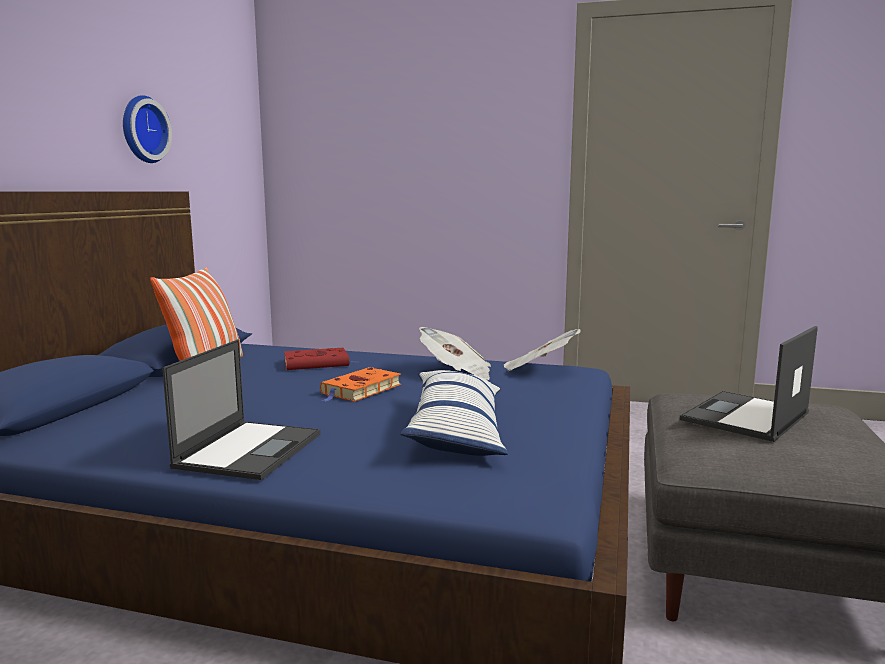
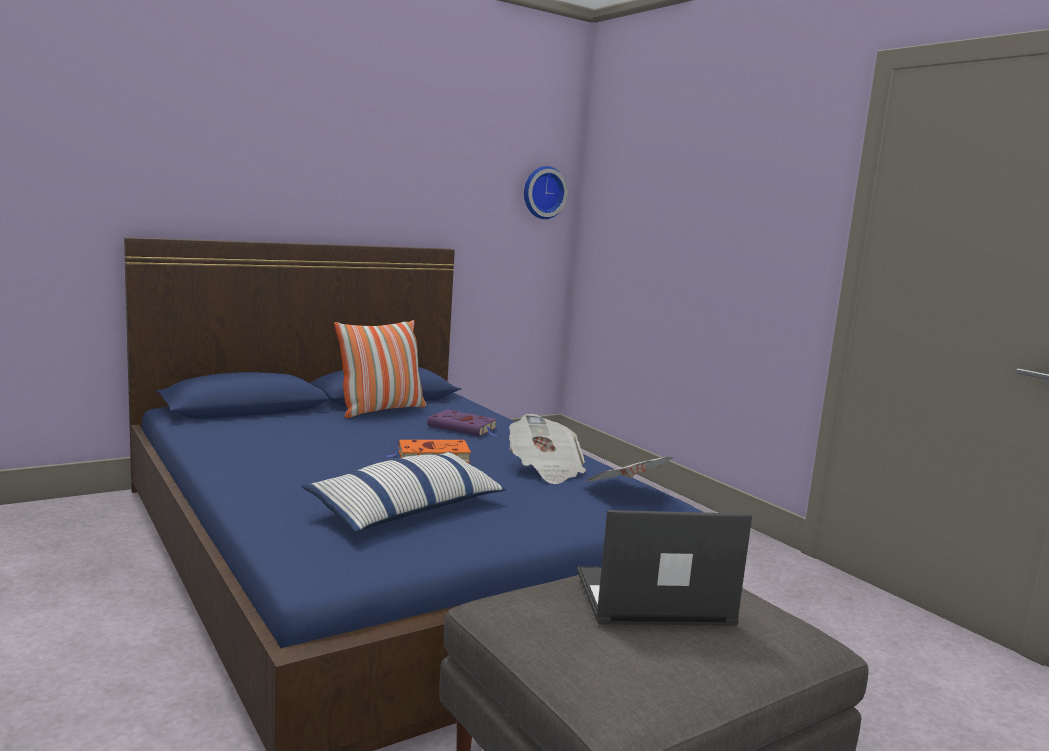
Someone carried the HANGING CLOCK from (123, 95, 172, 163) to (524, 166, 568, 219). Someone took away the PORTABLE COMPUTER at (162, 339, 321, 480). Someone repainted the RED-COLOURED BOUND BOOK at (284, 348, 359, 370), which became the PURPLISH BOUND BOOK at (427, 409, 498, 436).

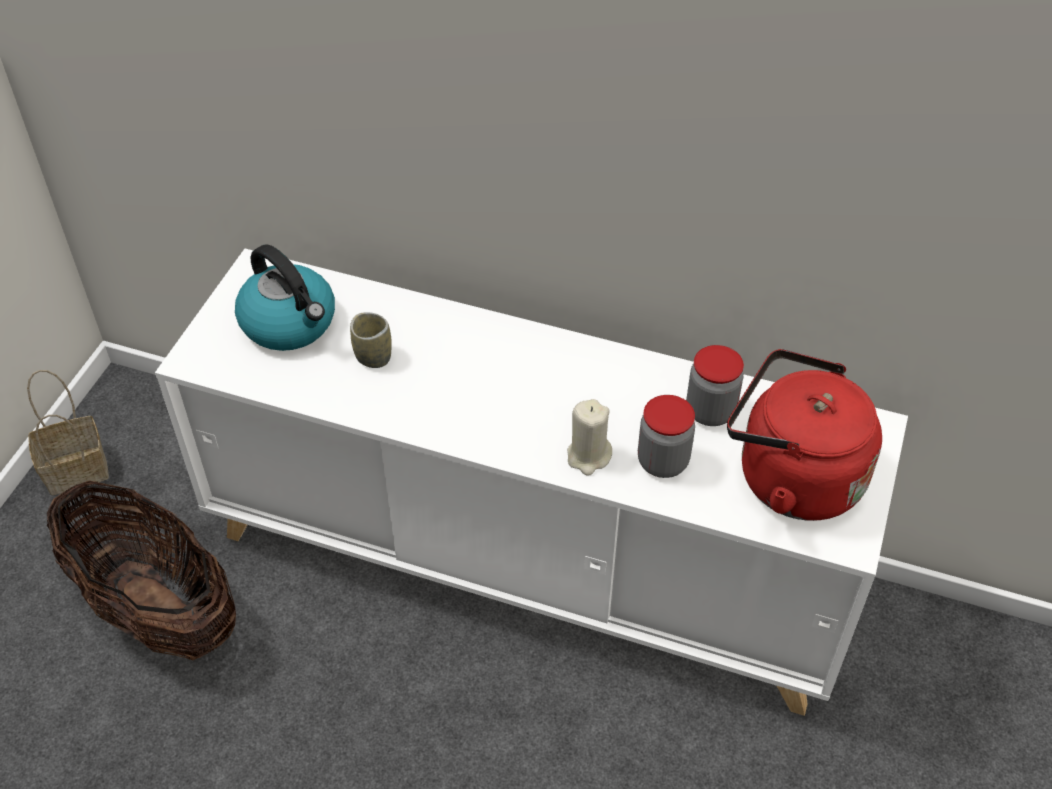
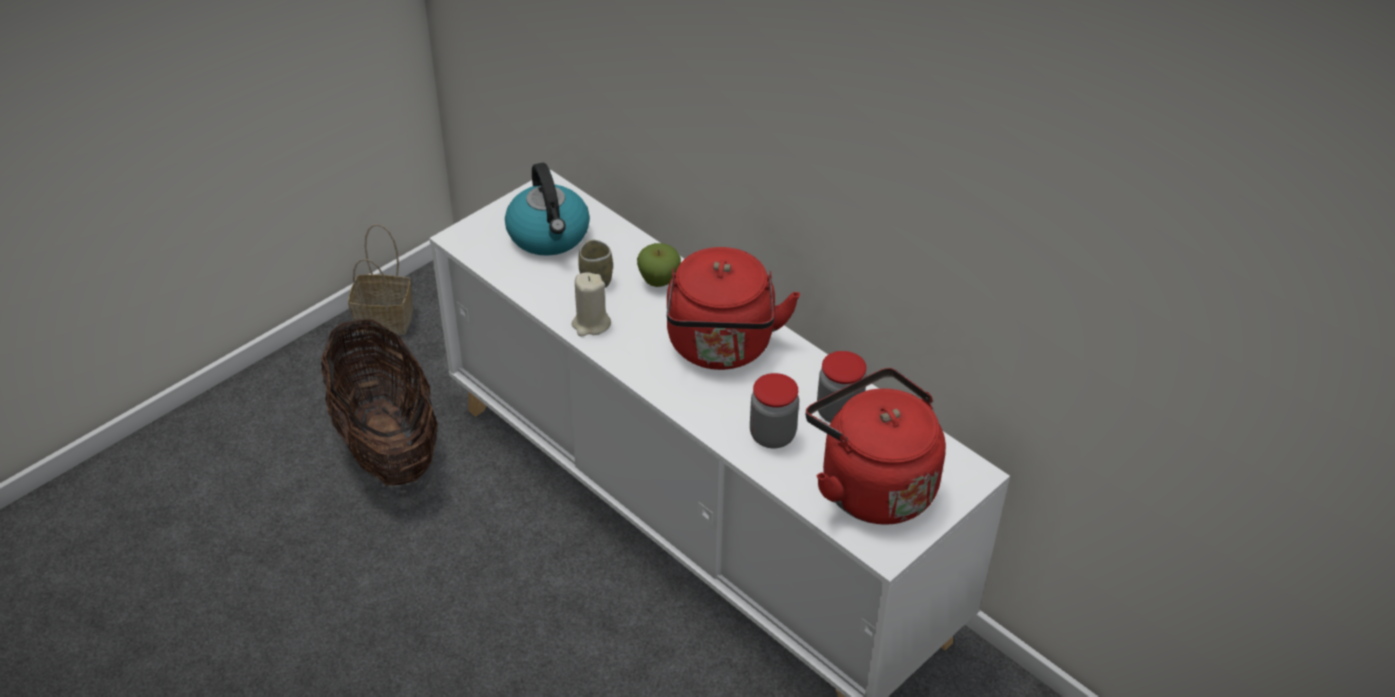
Someone carried the SAND-COLOURED WAX LIGHT from (567, 399, 612, 476) to (571, 272, 611, 337). Someone put down the APPLE at (637, 243, 681, 287). Someone put down the RED-COLOURED WATER KETTLE at (667, 247, 800, 370).

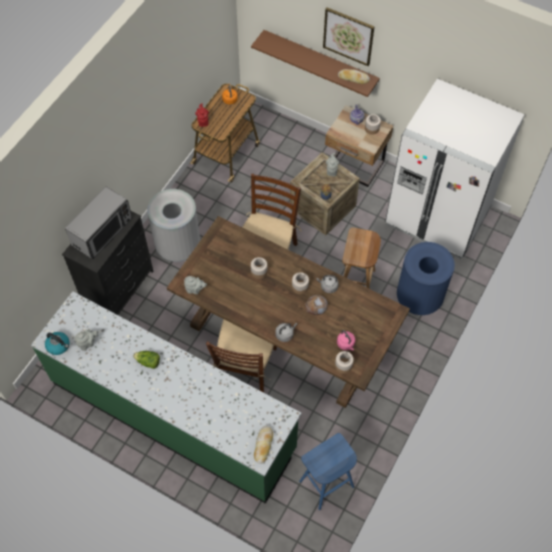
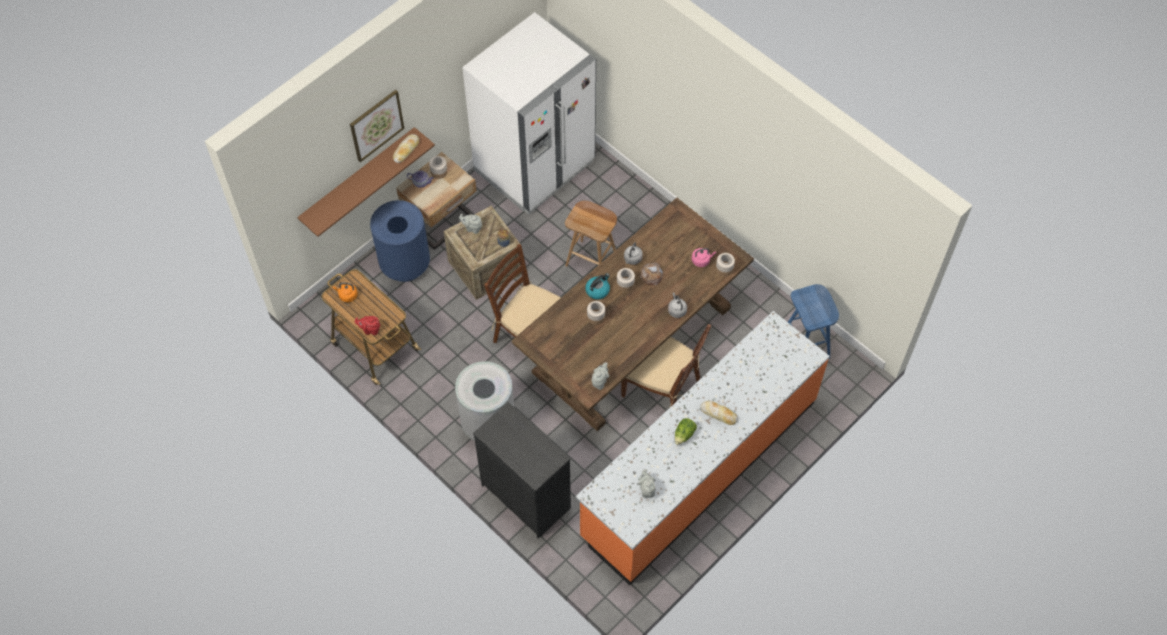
Someone took away the MICROWAVE OVEN at (65, 186, 132, 259). Someone carried the BLUE RUBBISH BIN from (397, 242, 455, 315) to (370, 200, 430, 282). Someone repainted the GREEN-COLOURED KITCHEN COUNTER at (31, 291, 301, 504), which became the ORANGEY KITCHEN COUNTER at (576, 311, 830, 585). Someone carried the WATER KETTLE from (45, 332, 70, 355) to (585, 273, 610, 300). Someone carried the BREAD from (254, 426, 273, 464) to (700, 401, 738, 425).

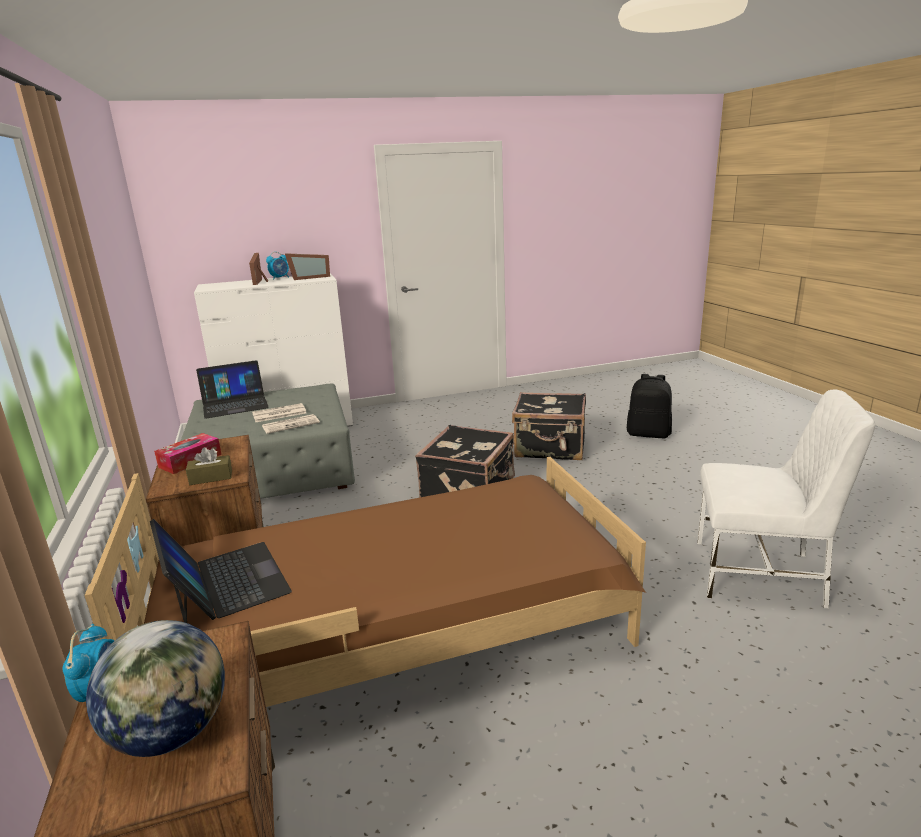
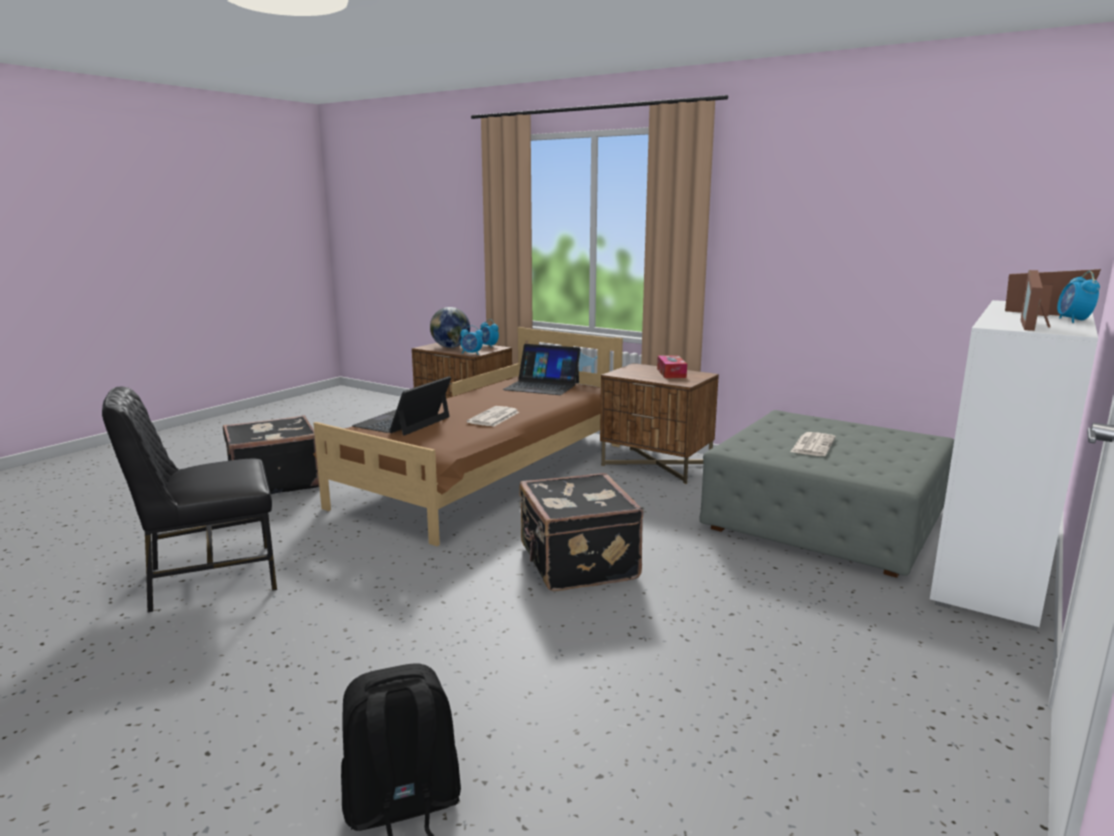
Someone carried the PORTABLE COMPUTER from (196, 360, 269, 419) to (352, 376, 451, 436). Someone repainted the WHITE-COLOURED PLAIN CHAIR at (697, 390, 875, 609), which became the BLACKISH PLAIN CHAIR at (102, 387, 277, 613). Someone carried the BLACKISH TRAVEL CASE from (512, 392, 586, 460) to (223, 415, 319, 494). Someone carried the DAILY PAPER from (262, 414, 320, 434) to (467, 406, 519, 427). Someone took away the BROWNISH TISSUE BOX at (186, 447, 232, 485). Someone put down the ALARM CLOCK at (461, 325, 483, 355).

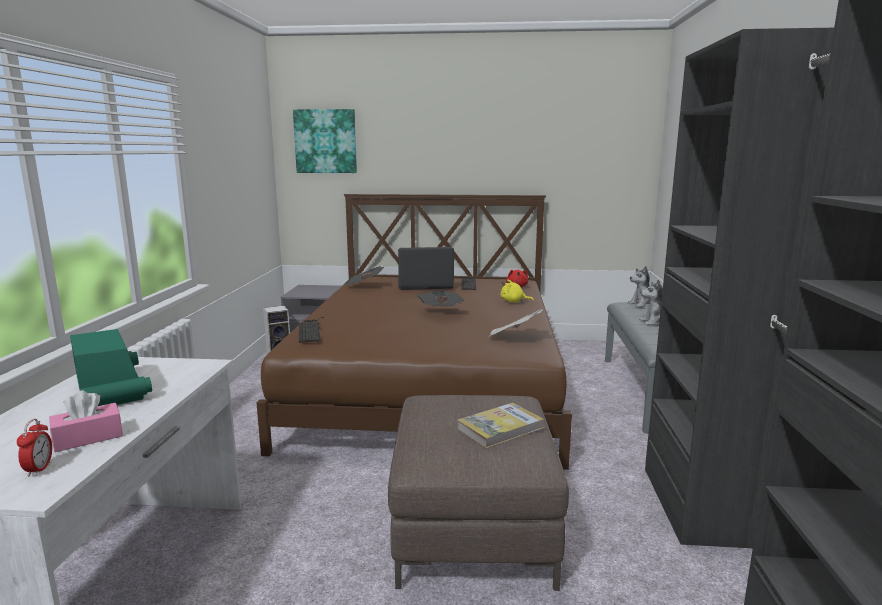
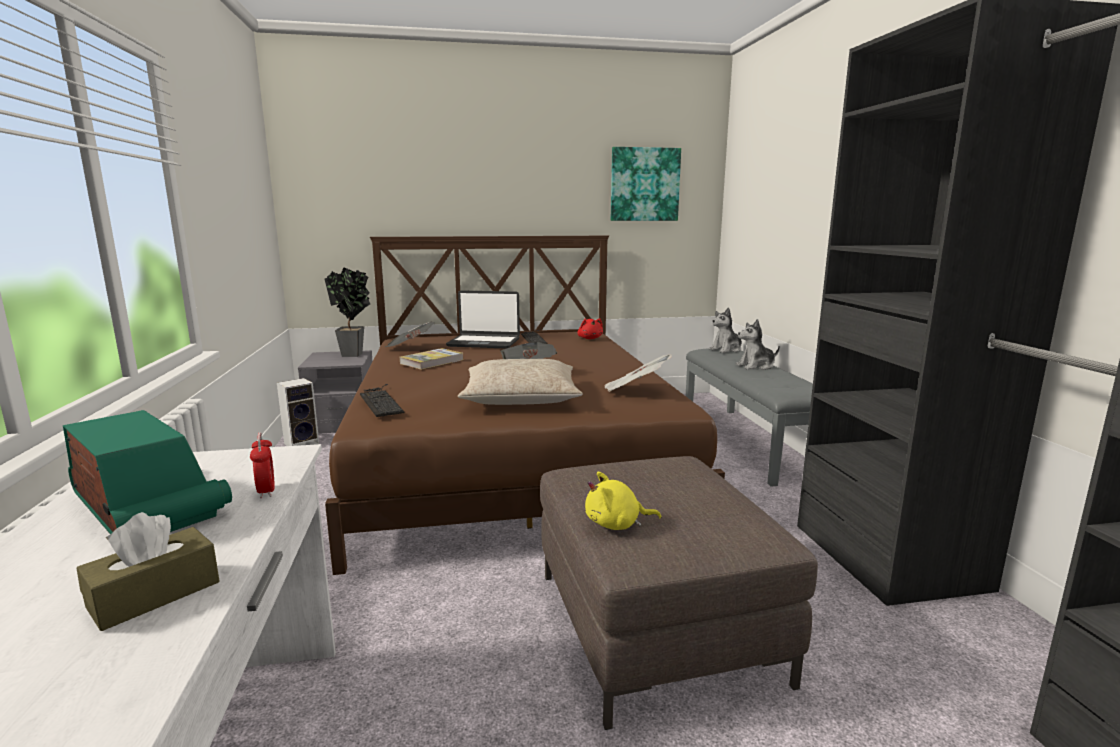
Someone carried the WALL PICTURE from (293, 109, 357, 173) to (611, 147, 681, 221). Someone rotated the PORTABLE COMPUTER at (398, 247, 454, 290) by 150 degrees counterclockwise. Someone carried the YELLOWISH CUDDLY TOY from (501, 279, 534, 303) to (585, 472, 661, 530). Someone repainted the PINKISH TISSUE BOX at (49, 390, 123, 452), which became the BROWNISH TISSUE BOX at (76, 512, 219, 631). Someone carried the BOUND BOOK from (457, 403, 544, 448) to (400, 348, 463, 370). Someone carried the ALARM CLOCK from (17, 419, 52, 477) to (250, 432, 274, 499). Someone put down the POTTED PLANT at (325, 268, 370, 357). Someone put down the SAND-COLOURED PILLOW at (458, 359, 583, 405).

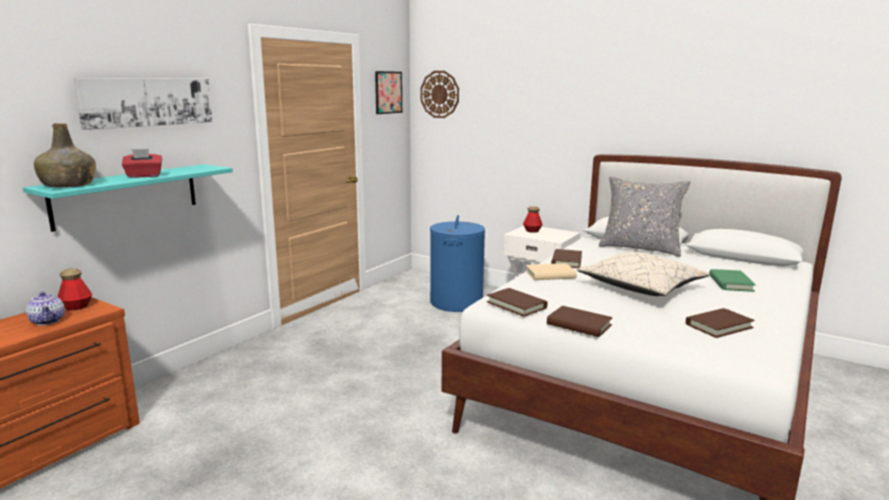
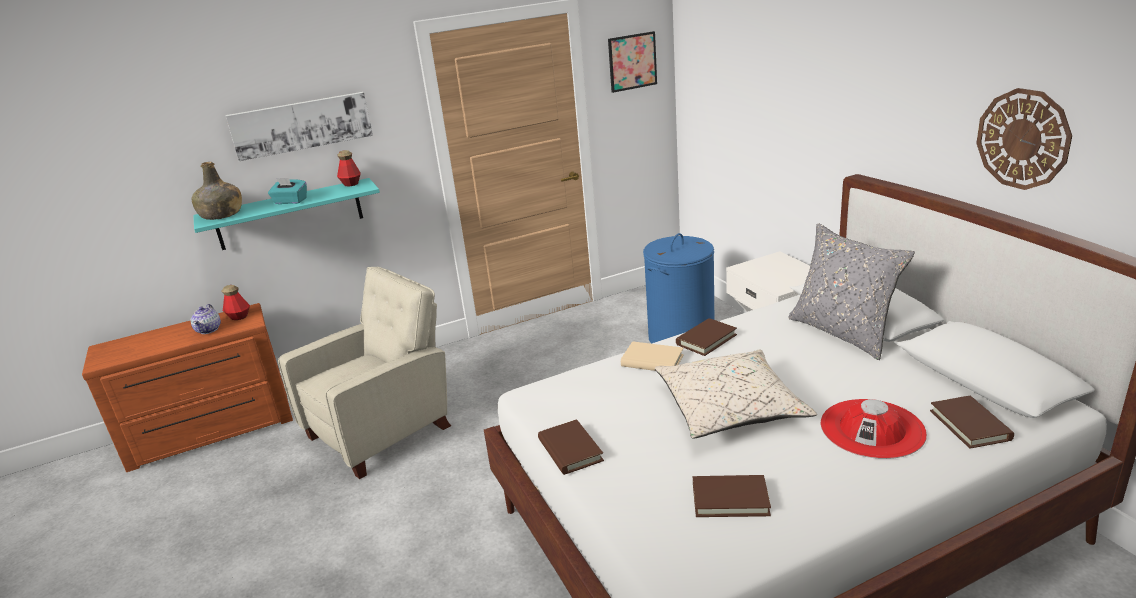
Someone carried the HANGING CLOCK from (420, 71, 459, 118) to (976, 88, 1072, 190). Someone repainted the RED-COLOURED TISSUE BOX at (122, 149, 162, 178), which became the BLUE-GREEN TISSUE BOX at (268, 178, 307, 204). Someone carried the BEVERAGE BOTTLE from (523, 206, 543, 233) to (337, 150, 361, 186). Someone swapped the GREEN-COLOURED BOUND BOOK at (709, 269, 756, 292) for the RED-COLOURED CLOTHING HAT at (821, 399, 927, 459). Someone carried the BROWNISH BOUND BOOK from (487, 288, 548, 317) to (930, 396, 1014, 449). Someone put down the SAND-COLOURED LOUNGE CHAIR at (278, 267, 451, 479).

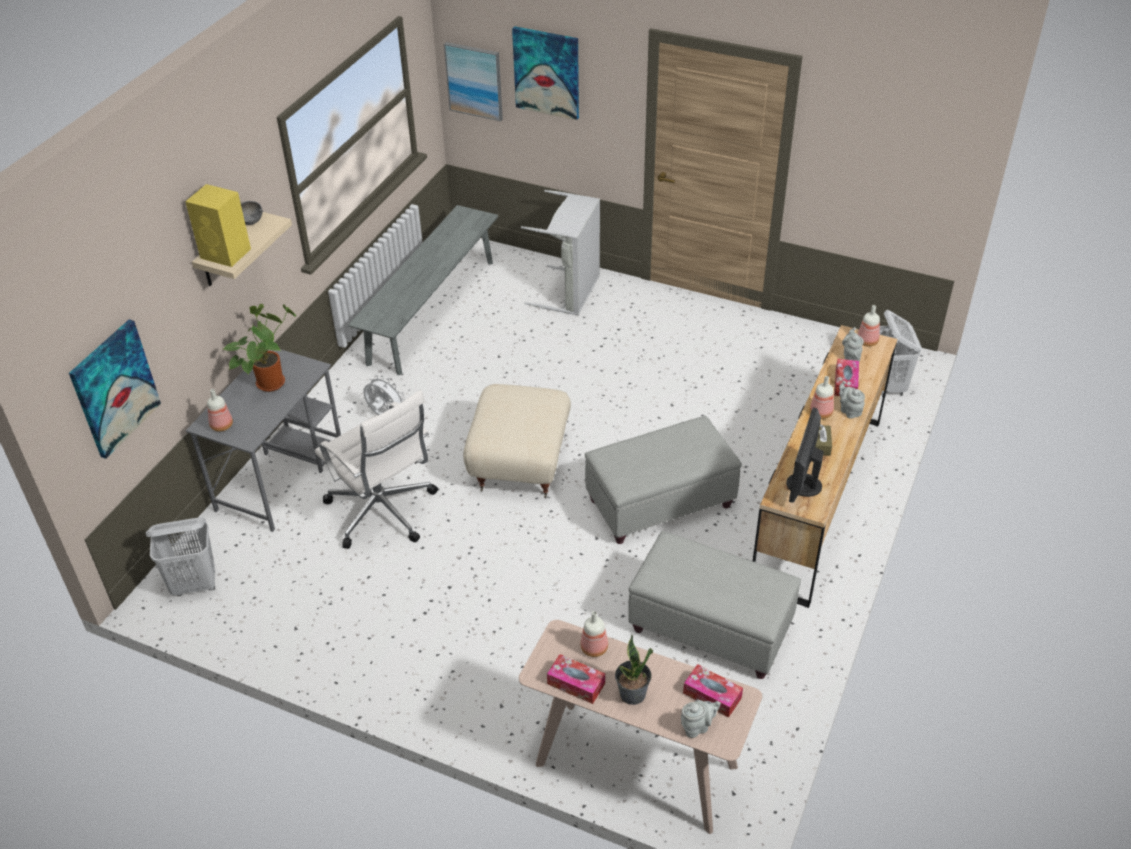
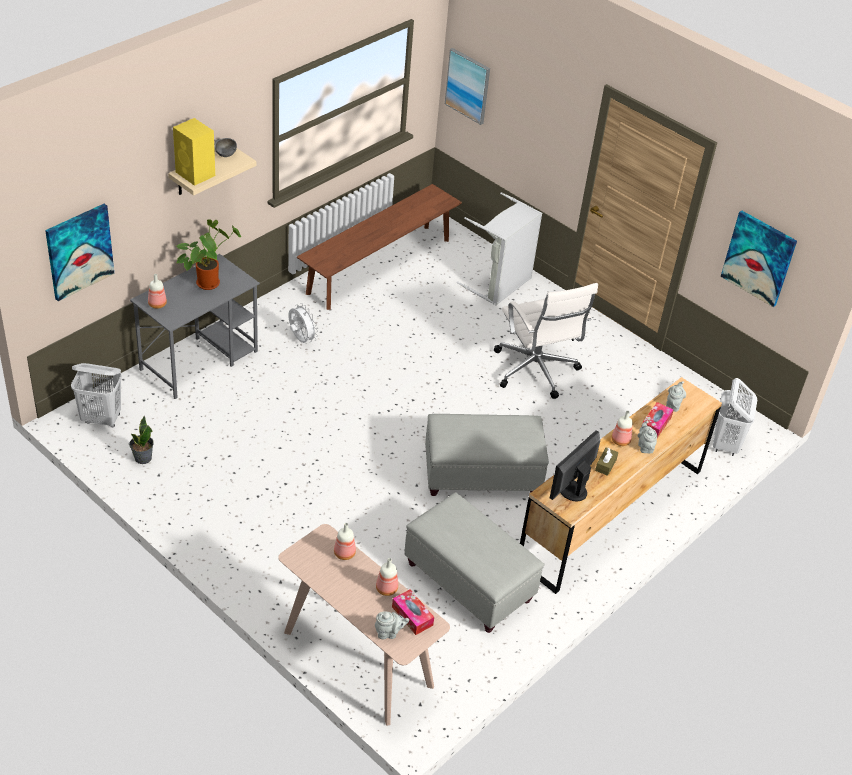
Someone carried the WALL PICTURE from (512, 26, 579, 120) to (720, 210, 797, 307). Someone repainted the GREYISH BENCH at (348, 205, 499, 375), which became the BROWNISH BENCH at (297, 184, 462, 310). Someone carried the BEVERAGE BOTTLE from (858, 305, 880, 347) to (376, 558, 398, 596). Someone took away the SAND-COLOURED OTTOMAN at (463, 384, 571, 498). Someone carried the WHITE-COLOURED OFFICE CHAIR from (315, 390, 438, 549) to (494, 283, 598, 399). Someone carried the POTTED PLANT from (615, 634, 653, 705) to (129, 416, 154, 464). Someone took away the TISSUE BOX at (547, 654, 605, 704).

